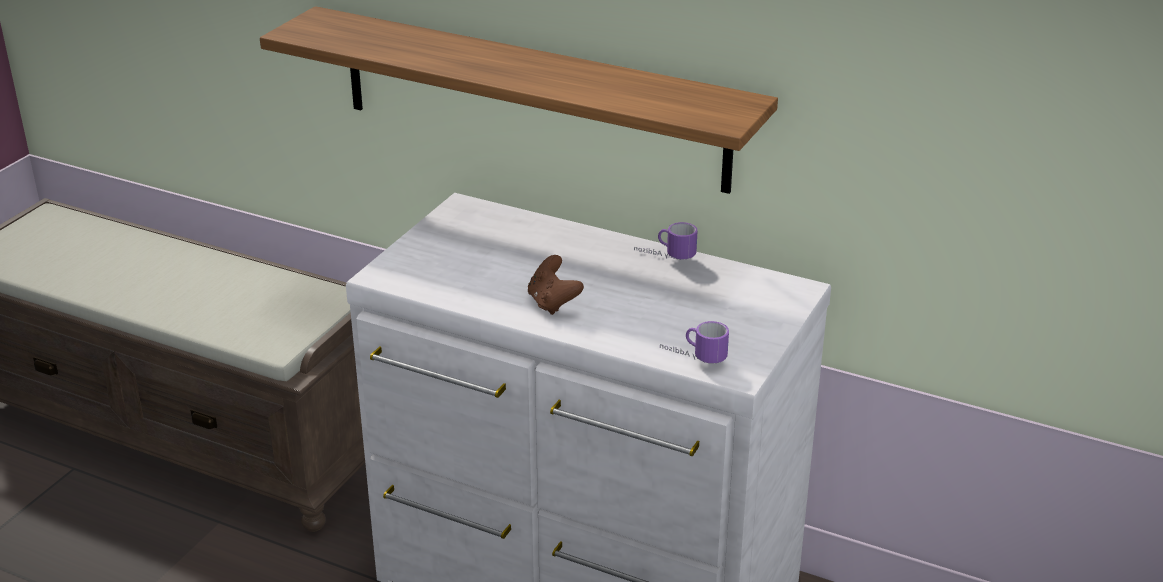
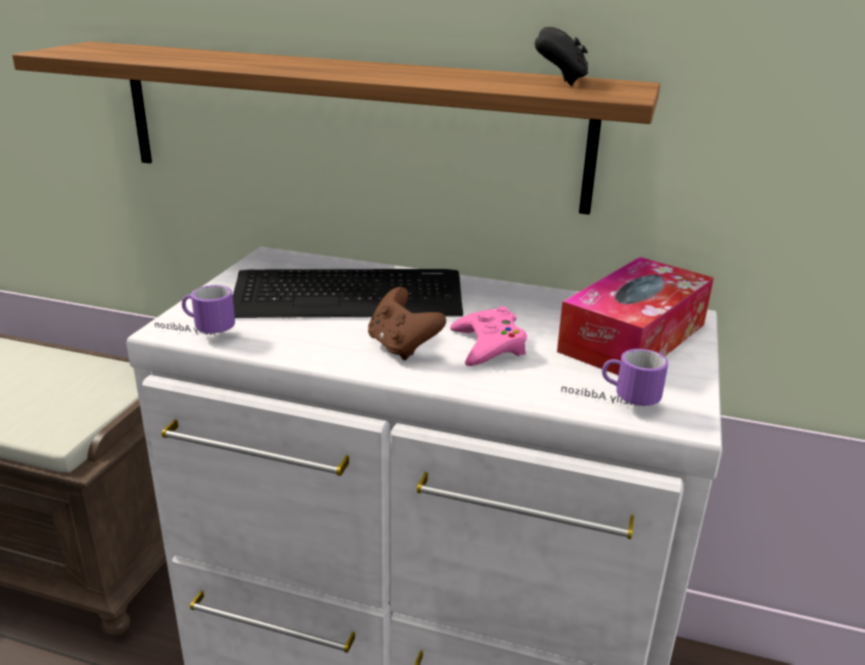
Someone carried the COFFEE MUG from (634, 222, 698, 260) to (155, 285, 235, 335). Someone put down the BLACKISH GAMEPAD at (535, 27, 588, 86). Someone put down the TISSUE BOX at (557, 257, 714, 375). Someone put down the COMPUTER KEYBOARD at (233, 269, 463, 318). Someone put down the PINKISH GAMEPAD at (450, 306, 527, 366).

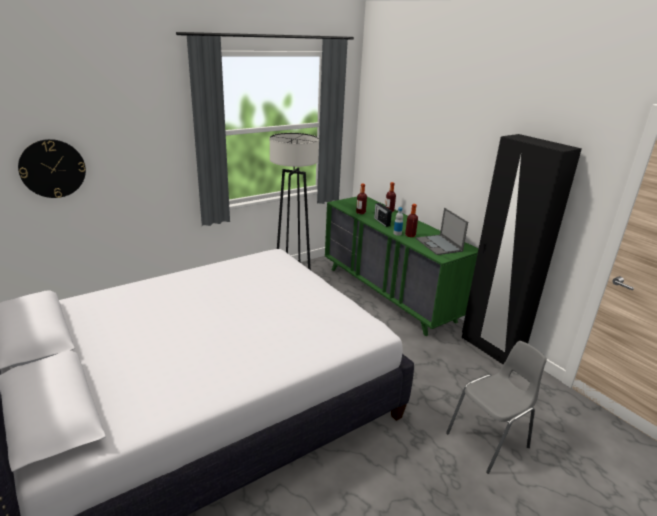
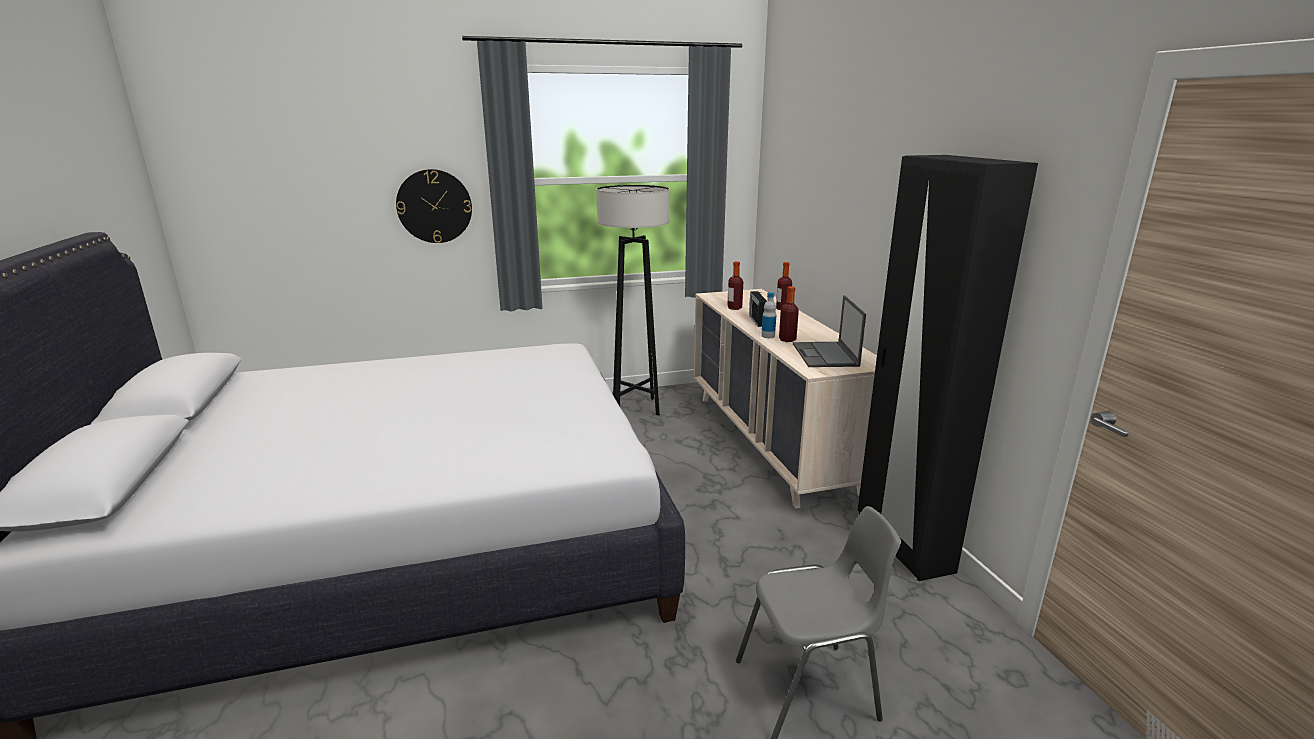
Someone carried the HANGING CLOCK from (18, 139, 86, 198) to (396, 169, 472, 243). Someone repainted the GREEN-COLOURED CHEST OF DRAWERS at (325, 197, 479, 336), which became the SAND-COLOURED CHEST OF DRAWERS at (694, 289, 877, 509).

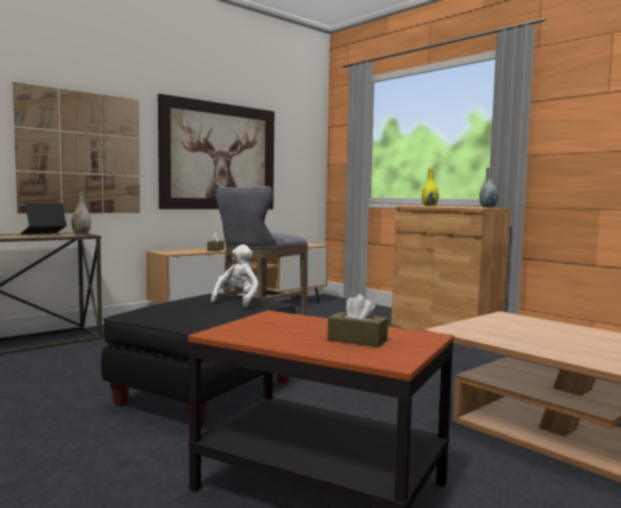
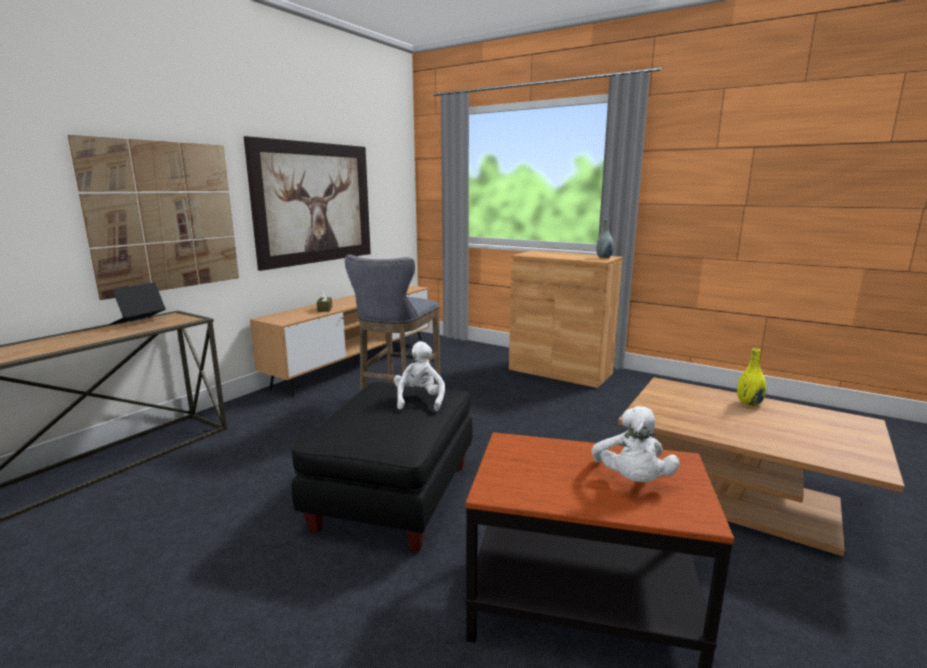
Someone carried the YELLOWISH VASE from (422, 168, 439, 206) to (737, 348, 766, 406). Someone took away the GREYISH VASE at (71, 193, 91, 234). Someone swapped the BROWNISH TISSUE BOX at (328, 294, 388, 347) for the WHITE-COLOURED CUDDLY TOY at (592, 406, 679, 482).

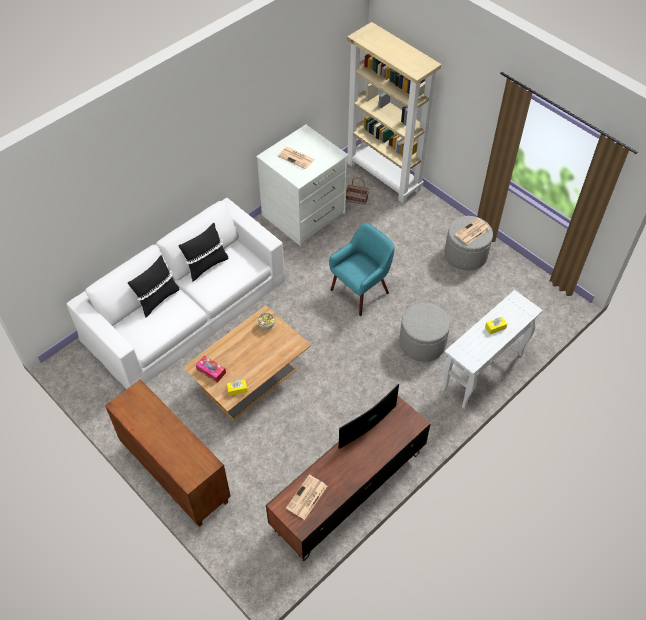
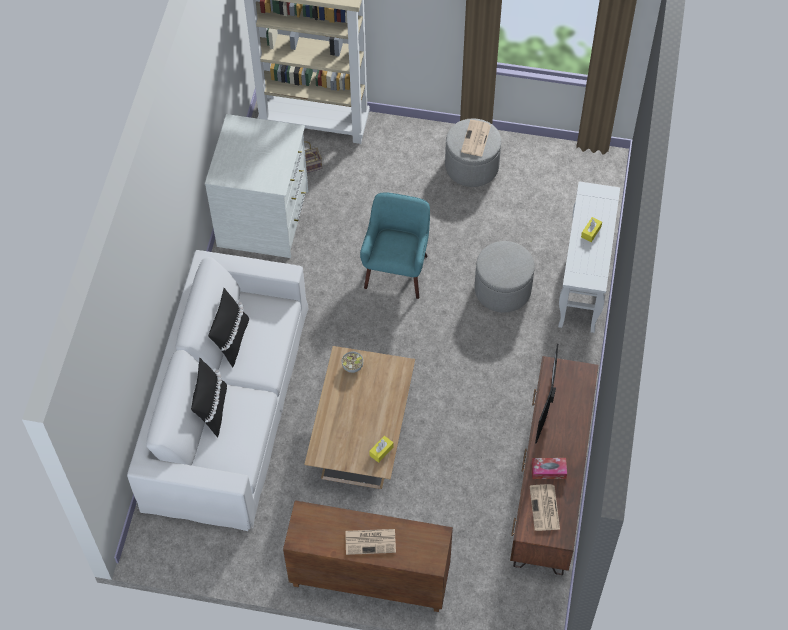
Someone carried the DAILY PAPER from (278, 147, 315, 169) to (345, 529, 396, 555). Someone carried the TISSUE BOX from (196, 355, 226, 383) to (532, 458, 567, 479).

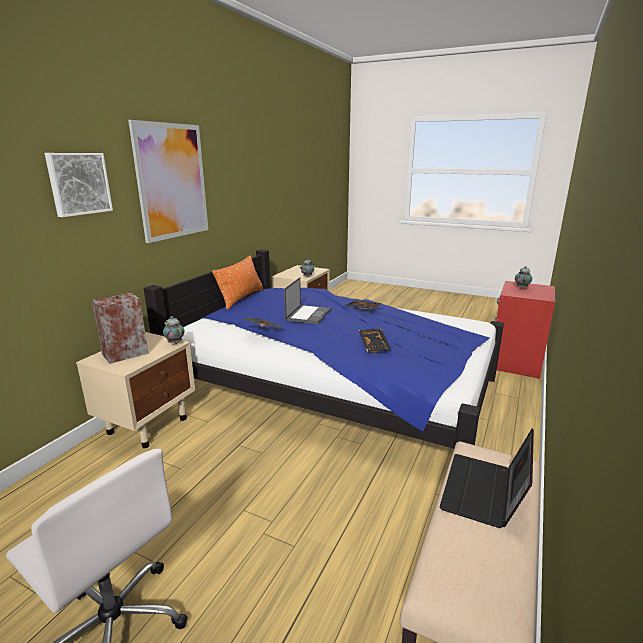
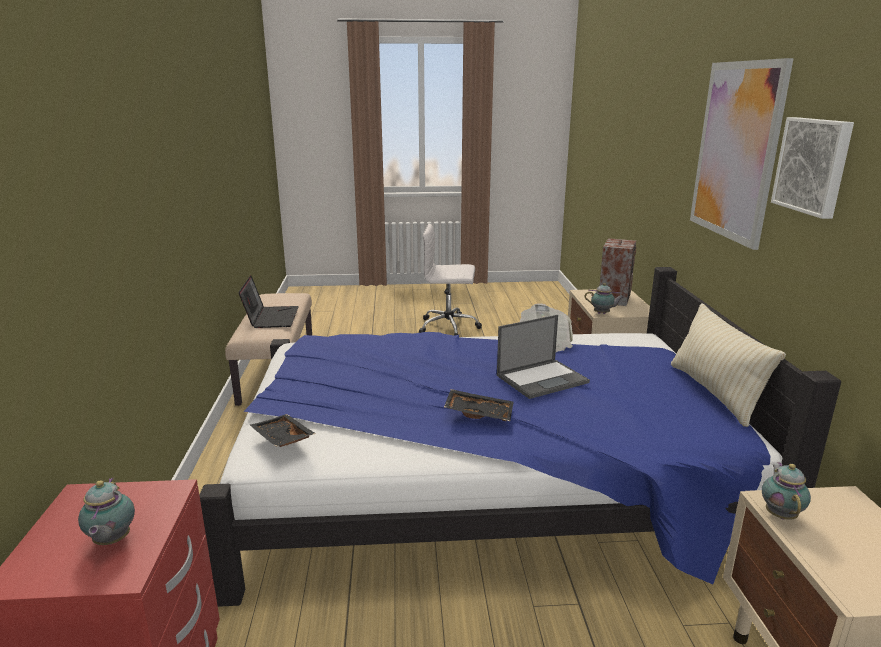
Someone carried the WALL PICTURE from (45, 153, 113, 217) to (771, 117, 854, 219). Someone repainted the ORANGEY PILLOW at (212, 255, 263, 310), which became the SAND-COLOURED PILLOW at (671, 303, 786, 427). Someone rotated the PORTABLE COMPUTER at (284, 277, 331, 324) by 105 degrees counterclockwise. Someone carried the BLACKISH CARRYING TRAY from (359, 329, 392, 353) to (250, 414, 316, 447).

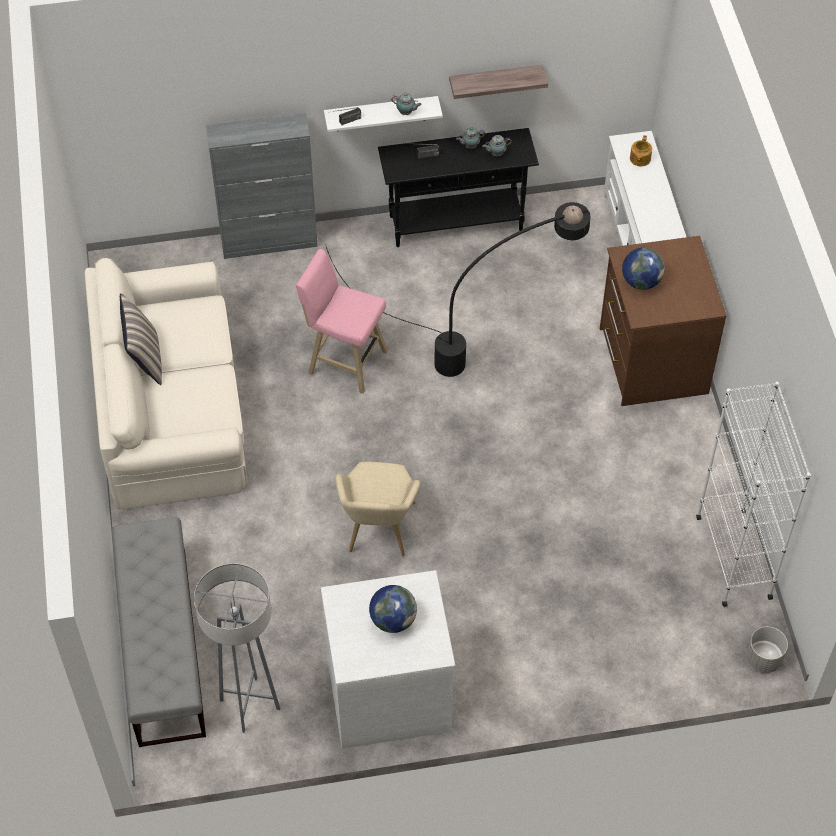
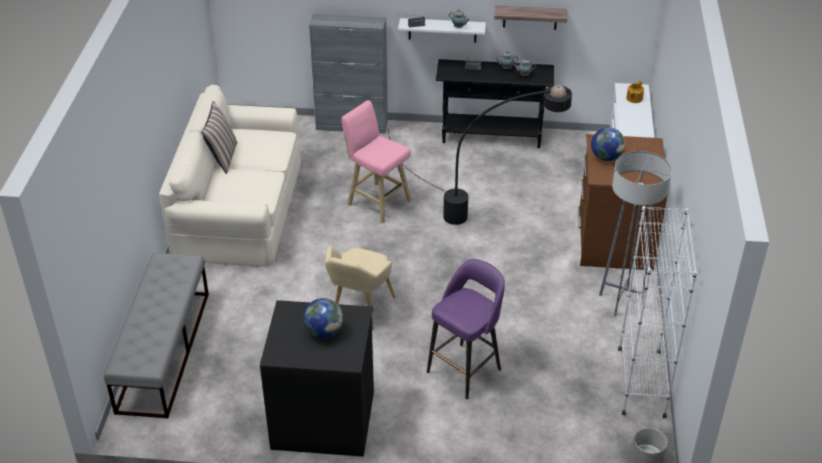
Someone carried the GREYISH STANDARD LAMP from (194, 563, 280, 733) to (599, 151, 672, 317). Someone repainted the WHITE-COLOURED CHEST OF DRAWERS at (321, 570, 455, 749), which became the BLACKISH CHEST OF DRAWERS at (260, 300, 374, 457). Someone put down the PURPLISH SITTING STOOL at (427, 259, 505, 399).

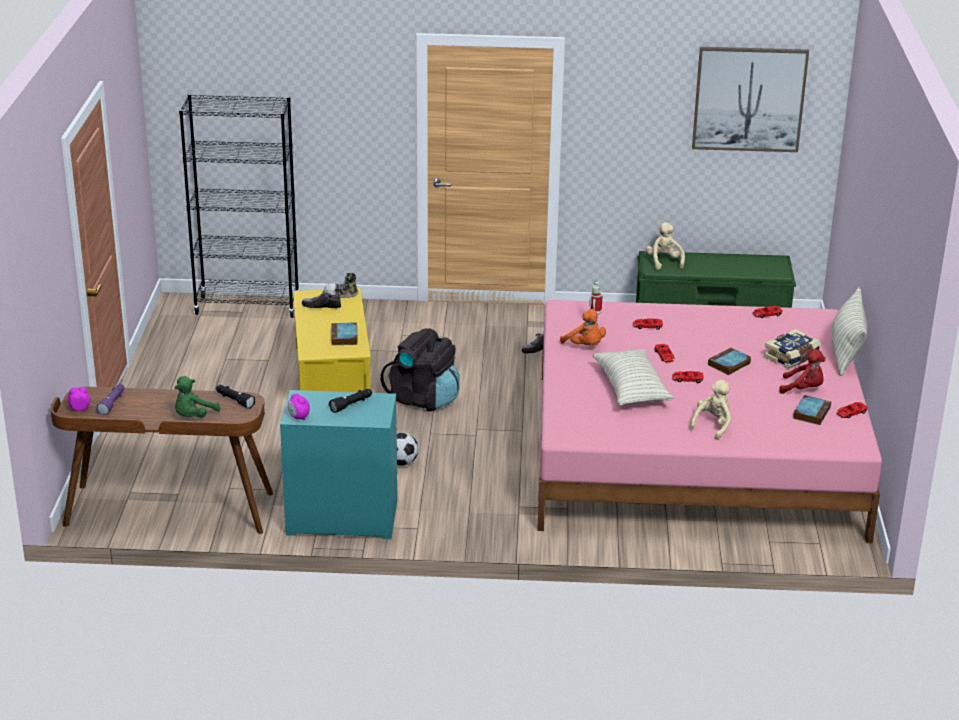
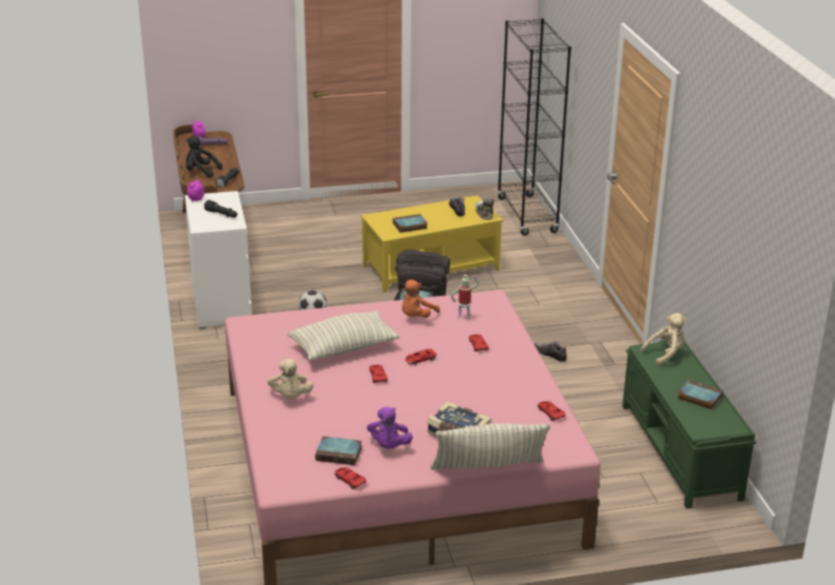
Someone took away the WALL PICTURE at (692, 47, 809, 152). Someone carried the BOUND BOOK from (708, 348, 751, 375) to (677, 380, 723, 410). Someone repainted the RED-COLOURED CUDDLY TOY at (779, 349, 826, 394), which became the PURPLISH CUDDLY TOY at (367, 407, 413, 449). Someone repainted the GREEN-COLOURED CUDDLY TOY at (175, 376, 220, 418), which became the BLACKISH CUDDLY TOY at (186, 136, 222, 178). Someone rotated the SAND-COLOURED CUDDLY TOY at (689, 380, 731, 440) by 60 degrees clockwise. Someone repainted the BLUE-GREEN CHEST OF DRAWERS at (280, 390, 397, 539), which became the WHITE-COLOURED CHEST OF DRAWERS at (185, 191, 252, 330).

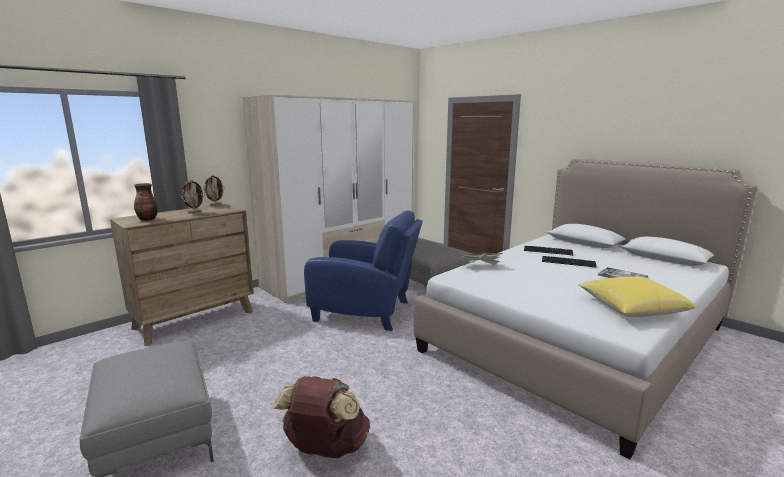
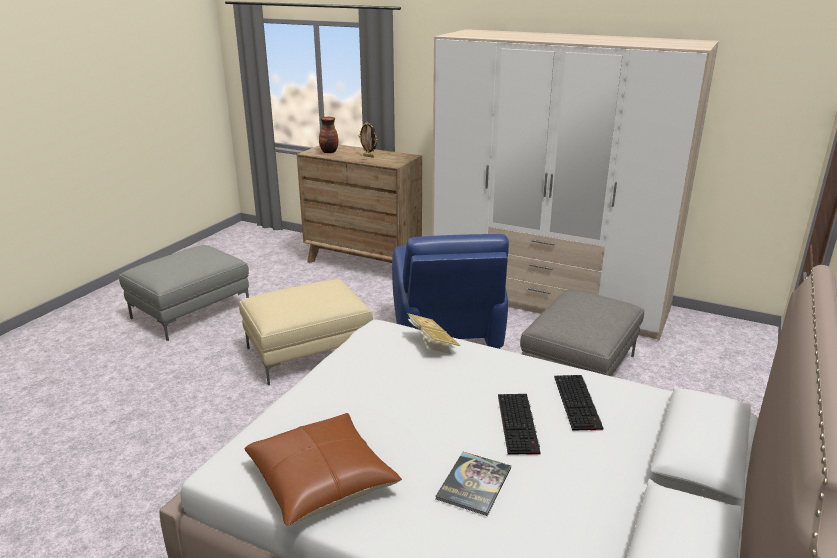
Someone took away the PHOTO FRAME at (204, 175, 225, 206). Someone repainted the YELLOWISH PILLOW at (578, 276, 697, 317), which became the BROWNISH PILLOW at (244, 413, 402, 526). Someone took away the BROWNISH KNAPSACK at (273, 376, 370, 458). Someone put down the SAND-COLOURED OTTOMAN at (239, 279, 373, 385).

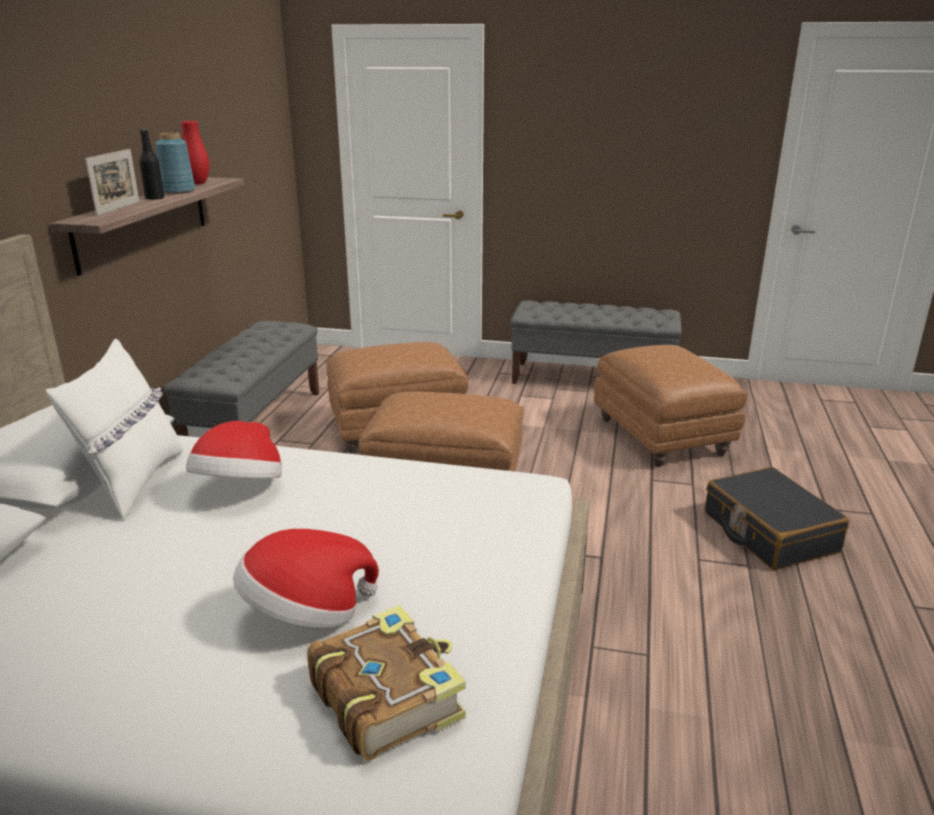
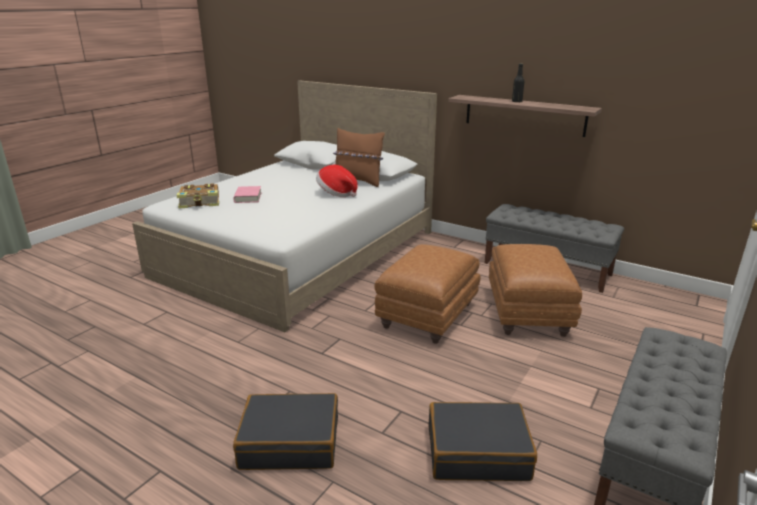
Someone took away the RED-COLOURED VASE at (181, 121, 209, 184). Someone took away the BLUE VASE at (155, 133, 195, 194). Someone took away the PHOTO FRAME at (85, 149, 140, 216). Someone repainted the WHITE-COLOURED PILLOW at (46, 339, 183, 520), which became the BROWNISH PILLOW at (333, 128, 385, 187). Someone swapped the BROWNISH OTTOMAN at (594, 345, 747, 467) for the BLACKISH TRAVEL CASE at (429, 402, 537, 481). Someone swapped the CLOTHING HAT at (233, 529, 379, 629) for the PINKISH BOUND BOOK at (233, 186, 262, 203).

